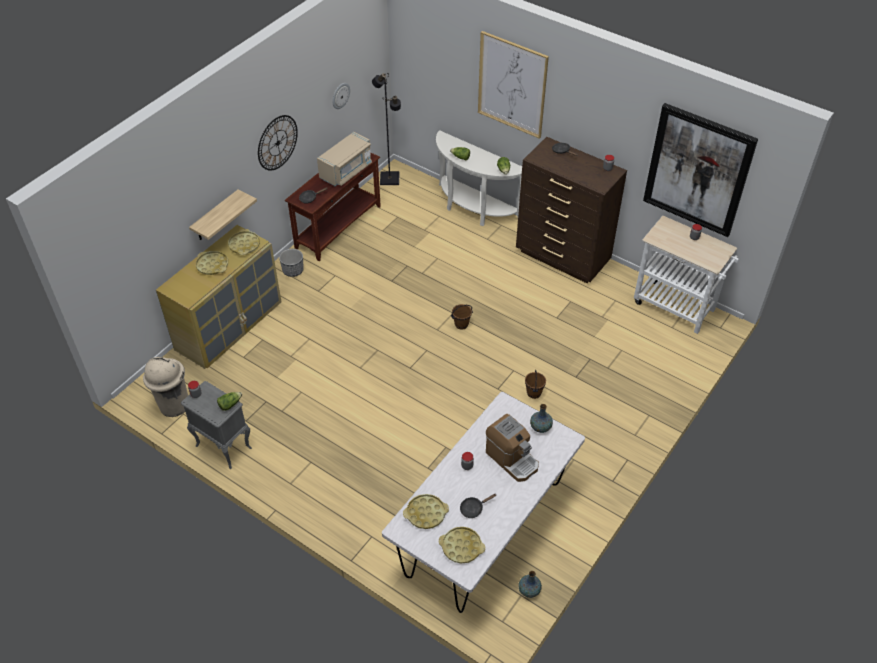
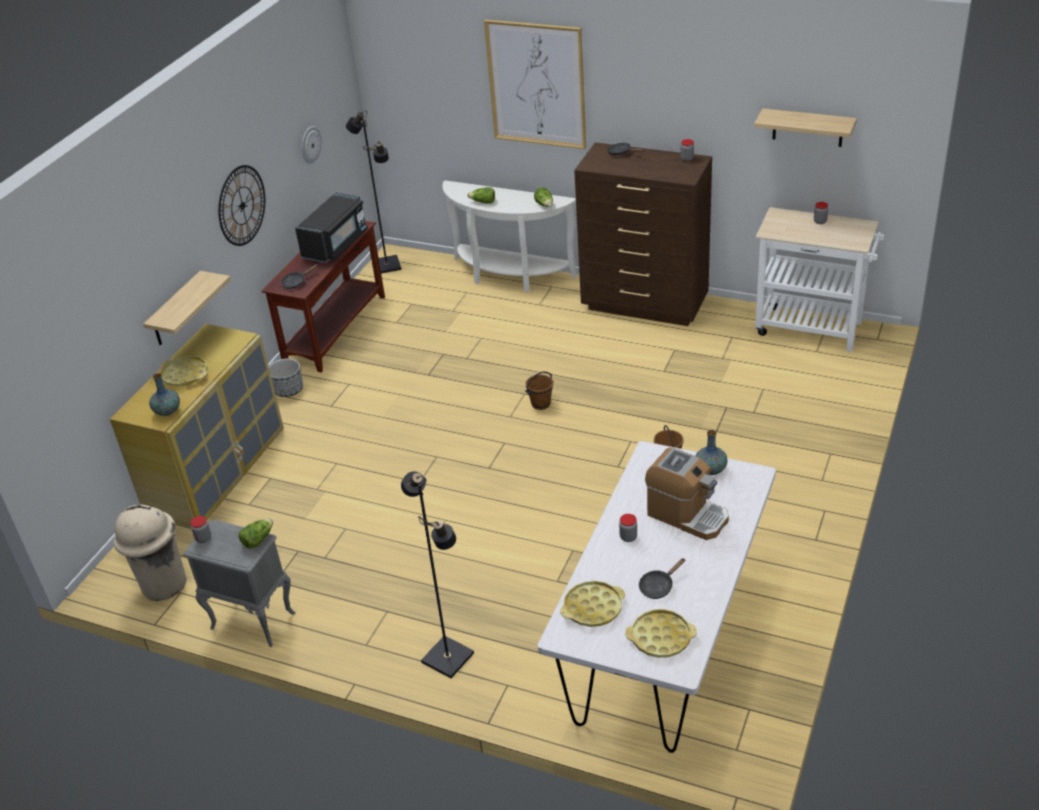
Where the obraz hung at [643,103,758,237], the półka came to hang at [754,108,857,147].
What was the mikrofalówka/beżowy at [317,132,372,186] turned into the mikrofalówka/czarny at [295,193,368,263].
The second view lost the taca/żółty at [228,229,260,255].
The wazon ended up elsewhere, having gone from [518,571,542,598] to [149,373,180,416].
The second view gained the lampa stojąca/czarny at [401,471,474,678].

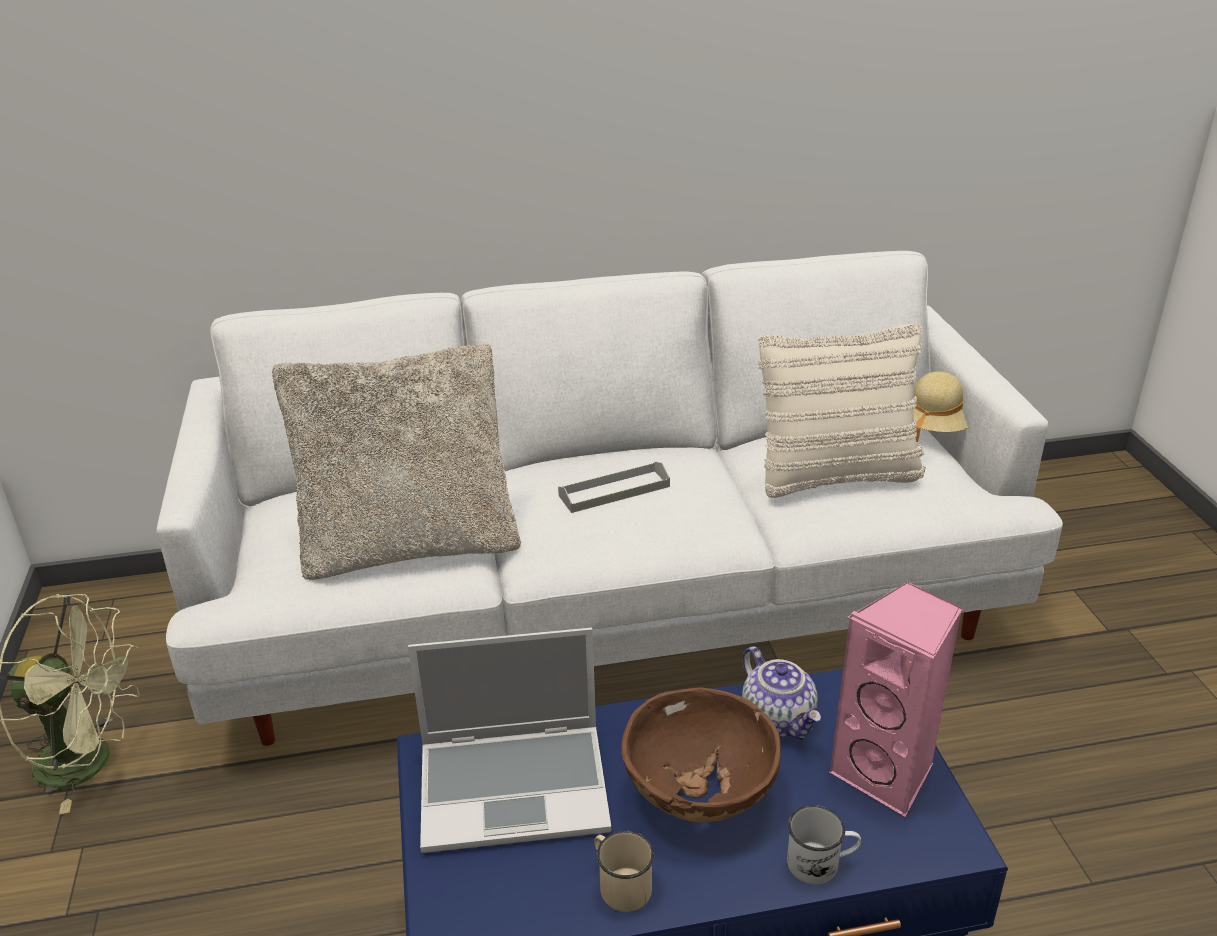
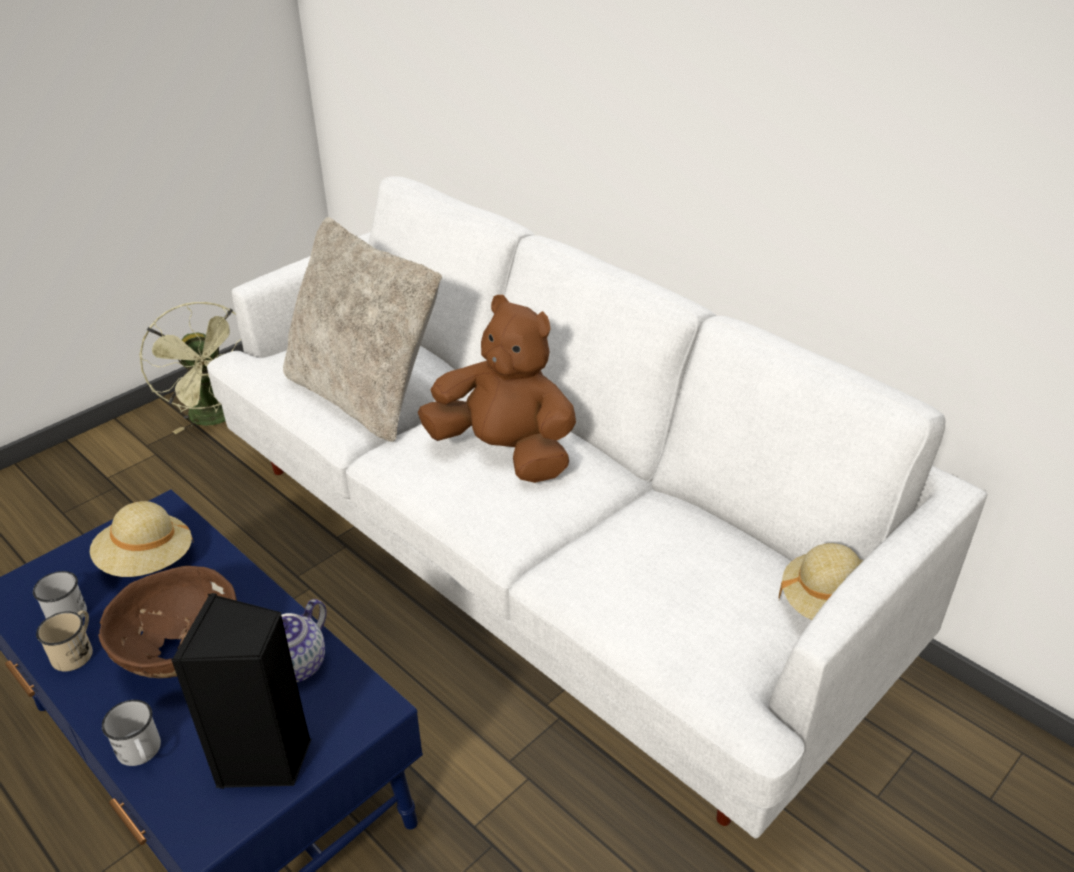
The second view lost the poduszka/beżowy at [758,323,926,498].
Where the taca/szary stood at [558,462,670,513], the pluszak/brązowy came to stand at [418,295,576,483].
What was the głośnik/różowy at [829,582,962,817] turned into the głośnik/czarny at [171,593,311,789].
Where the laptop stood at [408,628,611,853], the kapelusz/beżowy came to stand at [90,501,194,577].
The second view gained the kubek/biały at [33,571,87,619].

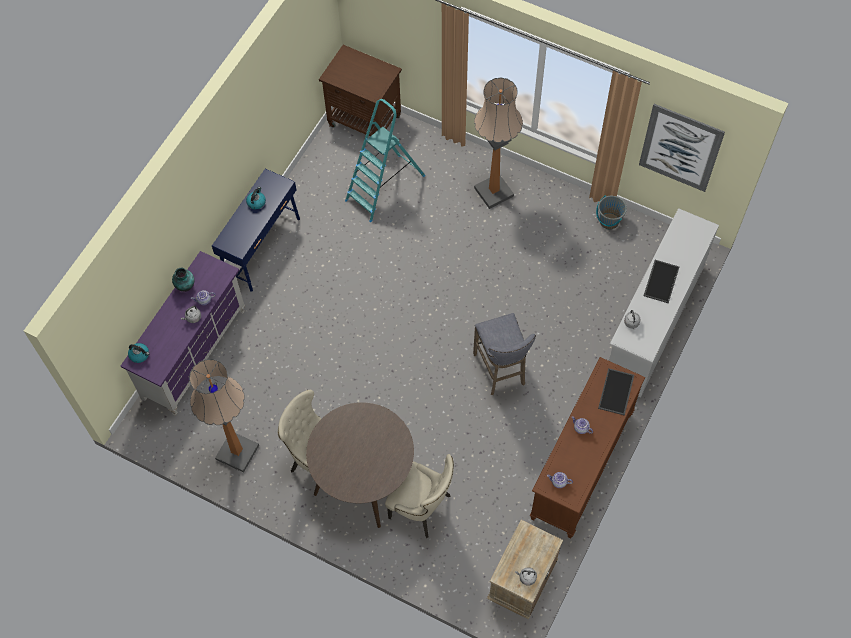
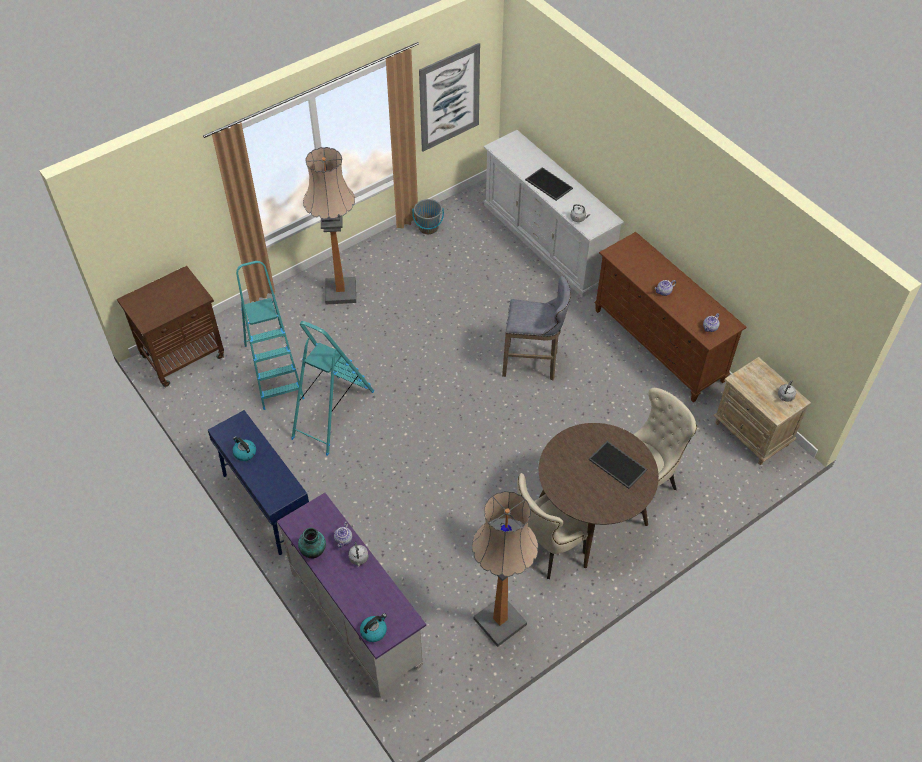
The taca ended up elsewhere, having gone from [598,368,634,416] to [589,441,647,489].
The second view gained the drabinka/turkusowy at [291,321,374,456].

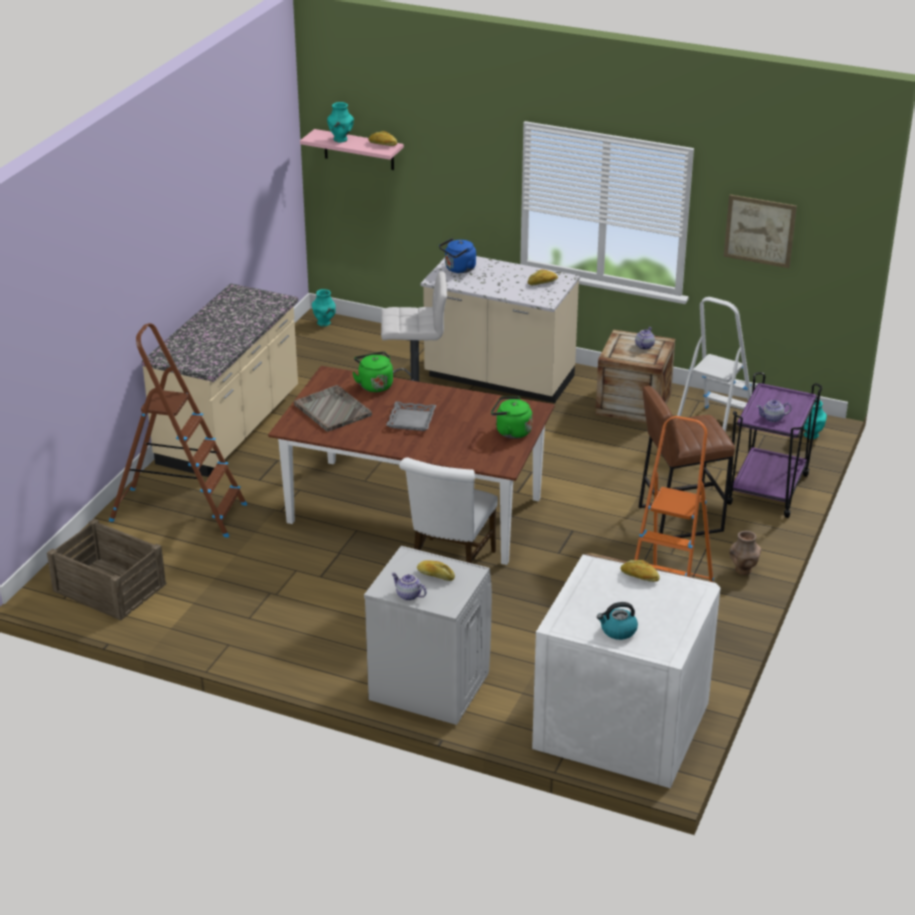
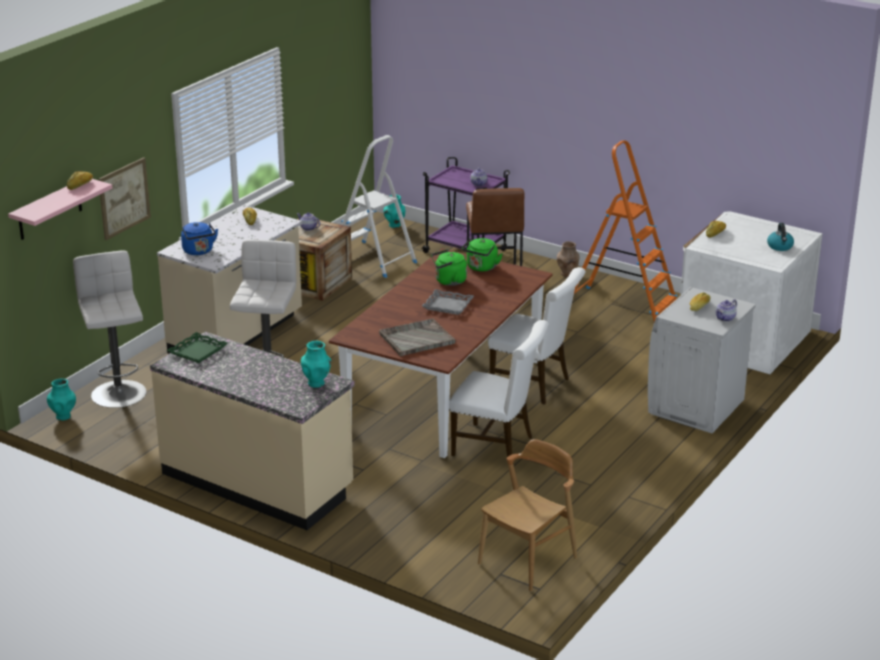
The wazon/turkusowy ended up elsewhere, having gone from [327,102,354,143] to [301,341,331,388].
The obraz ended up elsewhere, having gone from [723,194,797,268] to [98,157,151,240].
The second view lost the drabinka/brązowy at [109,323,247,537].
The czajnik/zielony ended up elsewhere, having gone from [352,351,393,392] to [431,249,467,286].
Where the skrzynka stood at [47,519,166,620], the krzesło/brązowy came to stand at [478,439,577,592].
The second view gained the stołek/biały at [73,250,147,408].
The second view gained the krzesło/biały at [449,320,549,457].
The second view gained the taca/zielony at [167,332,227,363].

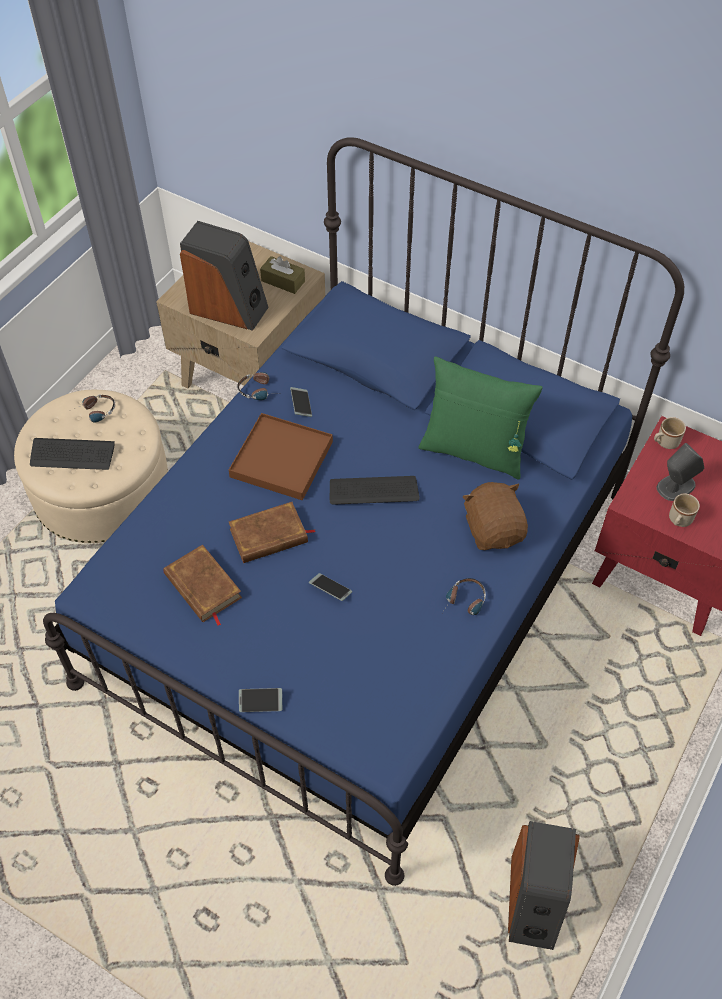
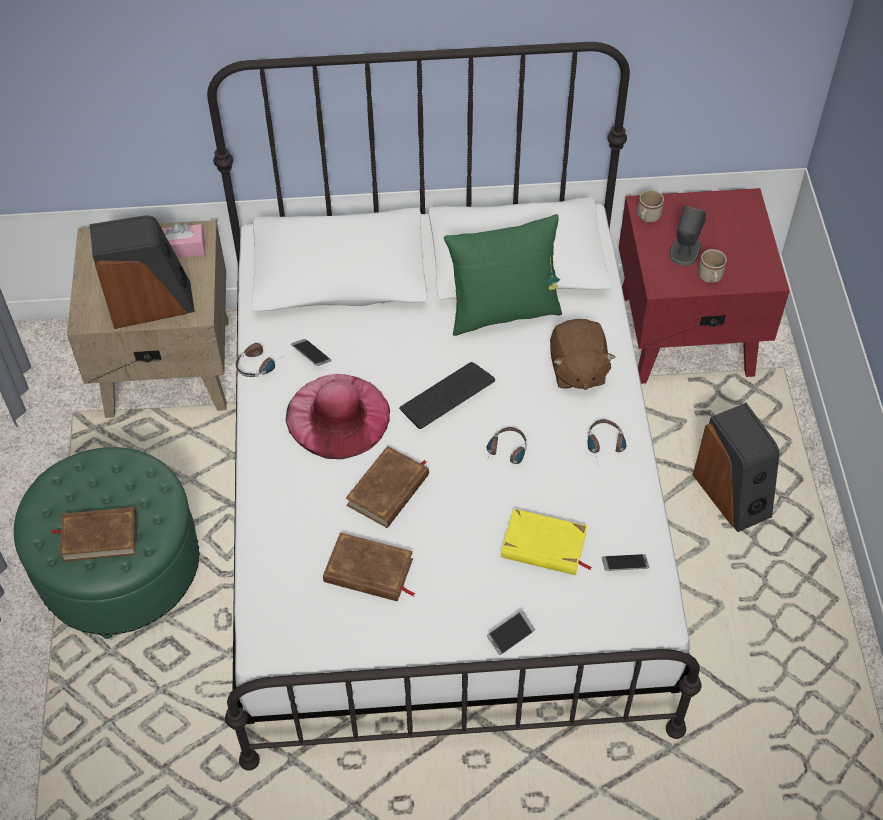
What was the łóżko/niebieski at [43,137,684,886] turned into the łóżko/biały at [207,42,701,771].
What was the pudełko chusteczek/brązowy at [260,256,305,294] turned into the pudełko chusteczek/różowy at [162,223,205,258].
What was the pufa/beżowy at [14,390,168,543] turned into the pufa/zielony at [14,447,200,639].
The słuchawki ended up elsewhere, having gone from [69,394,115,423] to [484,427,527,465].
Where the taca/brązowy stood at [229,413,333,500], the kapelusz/różowy came to stand at [286,374,390,459].
Where the klawiatura stood at [30,438,115,470], the książka/brązowy came to stand at [51,507,137,562].
The pluszak/brązowy at [463,482,528,550] ended up facing another way, 135 degrees counterclockwise from before.
The telefon ended up elsewhere, having gone from [309,573,352,601] to [602,554,649,571].
The głośnik ended up elsewhere, having gone from [508,821,580,950] to [693,403,780,532].
The second view gained the książka/żółty at [501,509,593,575].

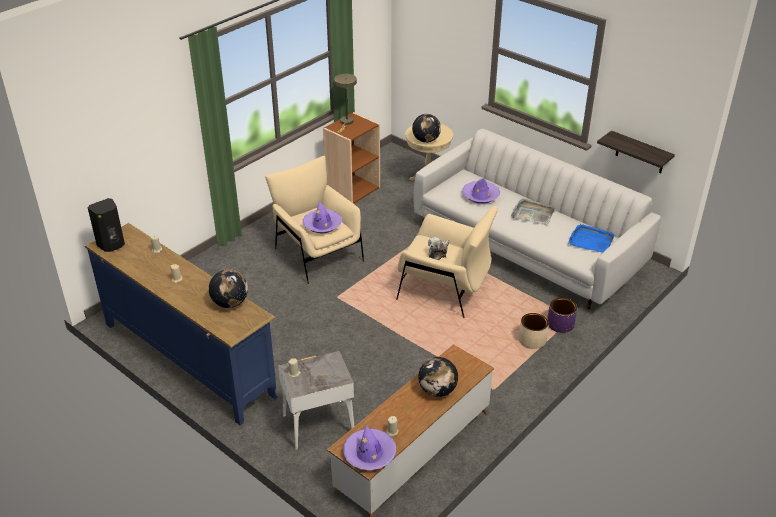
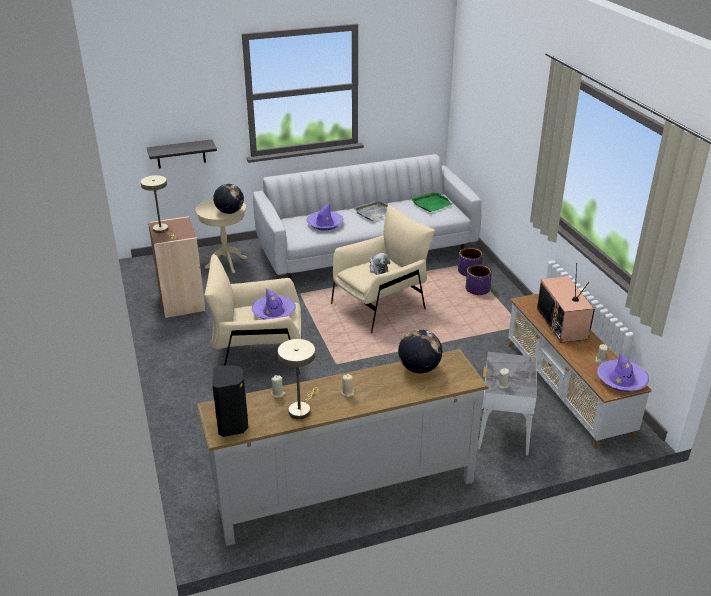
The półka ended up elsewhere, having gone from [597,131,675,173] to [147,139,217,168].
What was the szafka/niebieski at [85,223,278,425] turned into the szafka/szary at [196,349,489,546].
What was the taca/niebieski at [568,224,615,253] turned into the taca/zielony at [412,192,453,212].
What was the donica/beżowy at [518,313,549,349] turned into the donica/fioletowy at [466,265,492,295].
Where the globus stood at [418,357,458,397], the telewizor came to stand at [537,263,595,343].
The second view gained the lampa stołowa/beżowy at [278,339,319,419].

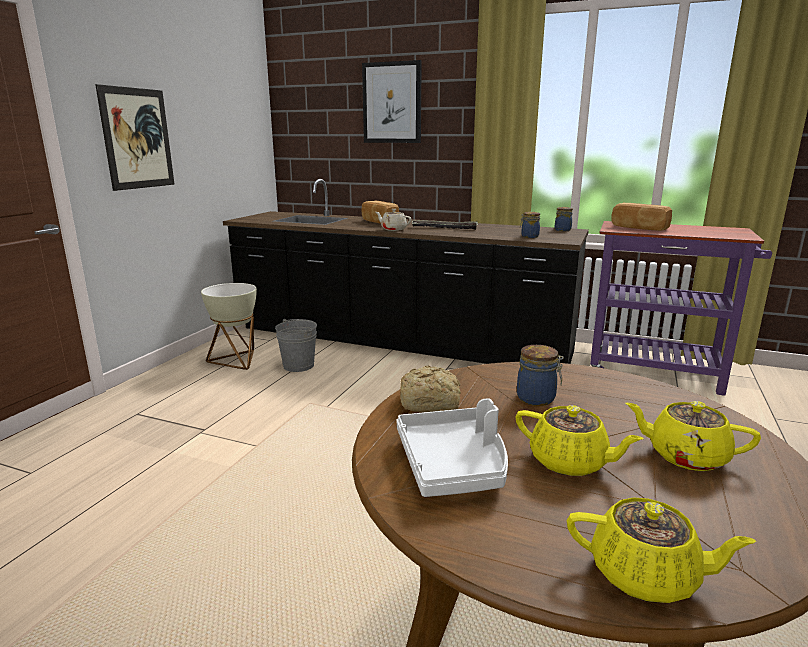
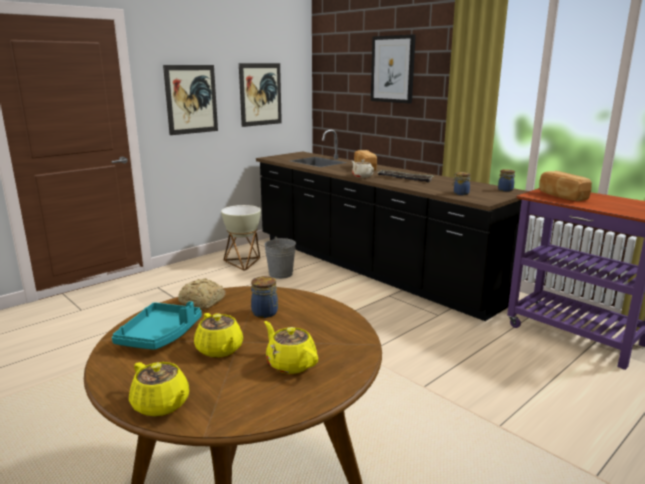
What was the taca/biały at [396,398,508,497] turned into the taca/turkusowy at [112,301,202,350].
The second view gained the obraz at [239,63,282,127].

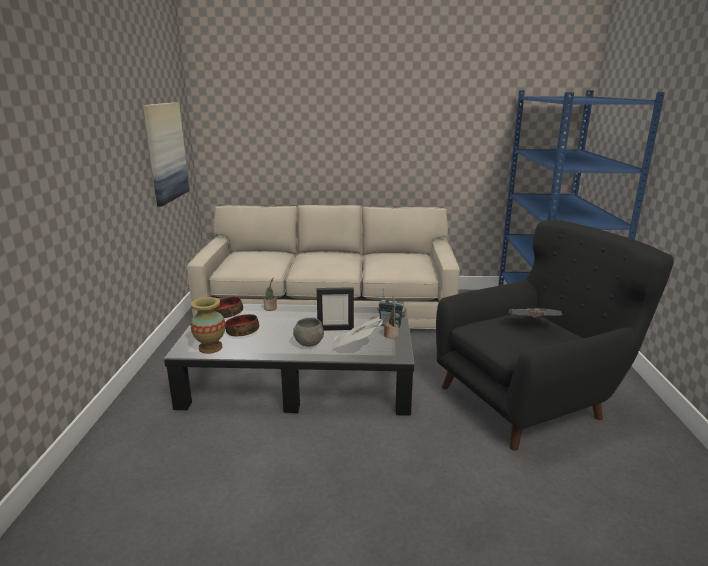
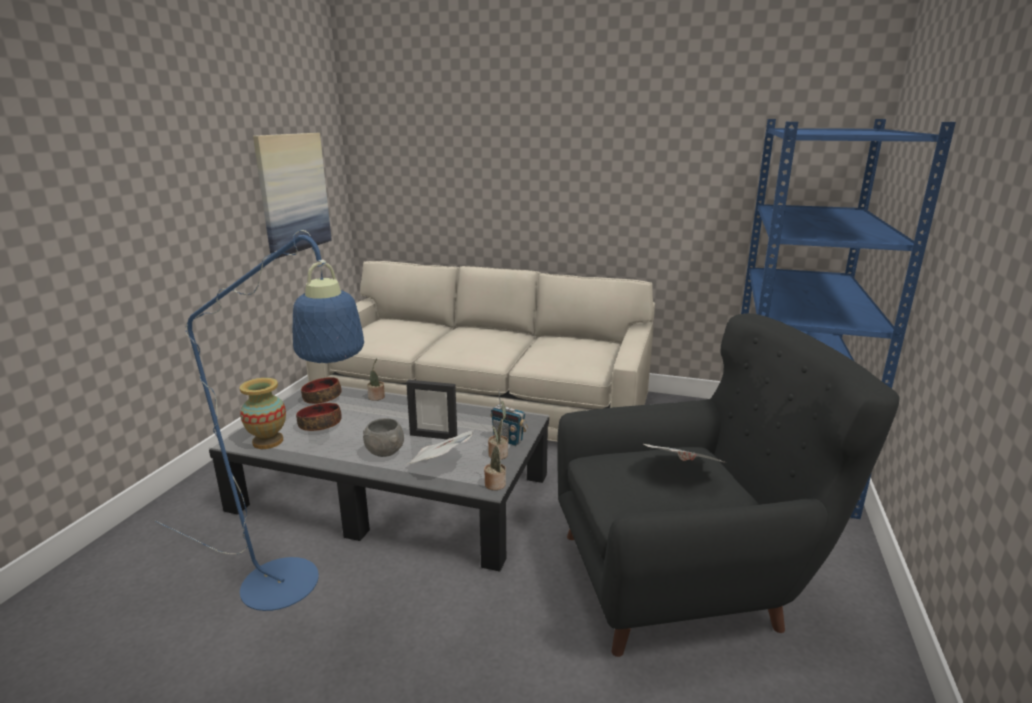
The second view gained the lampa stojąca/niebieski at [155,230,364,611].
The second view gained the roślina doniczkowa at [484,426,506,490].

